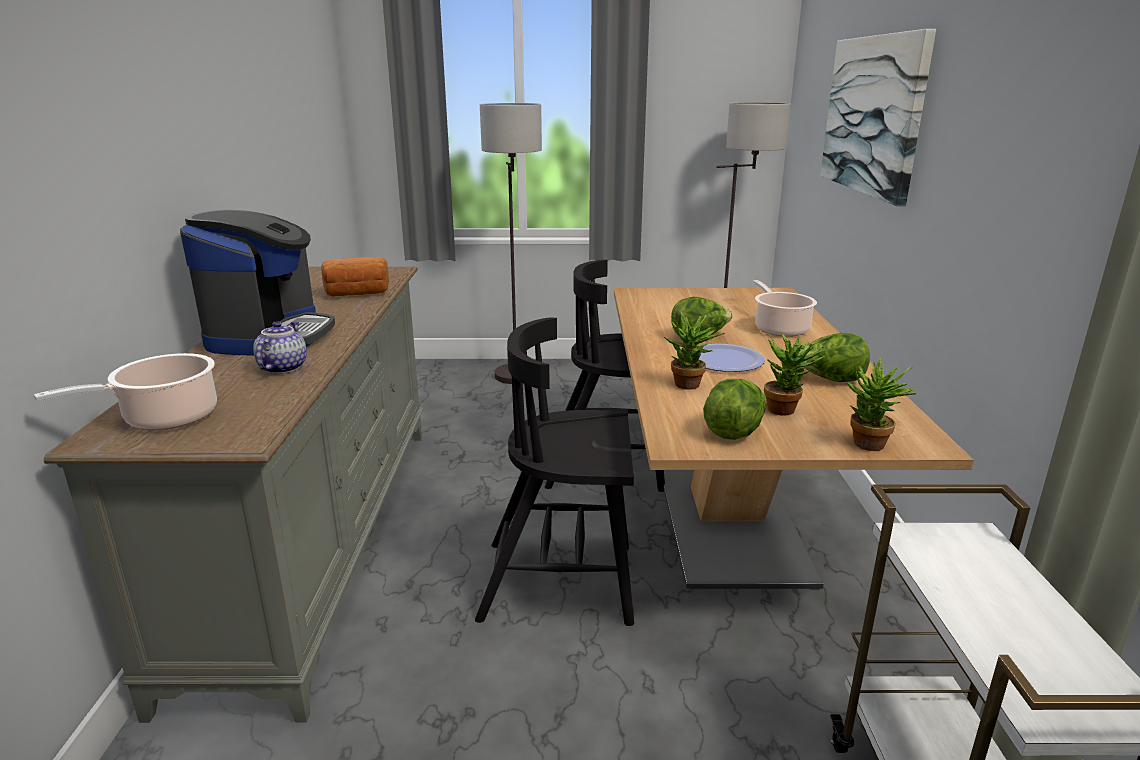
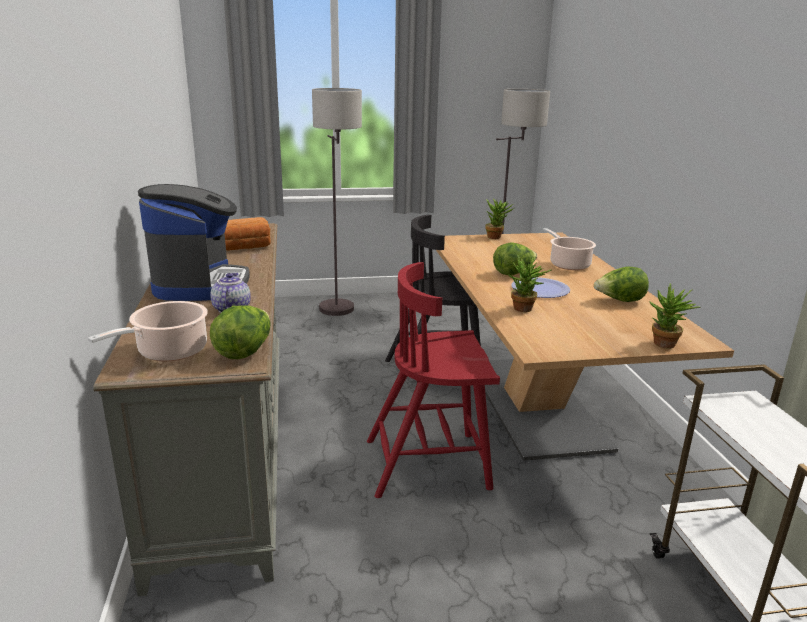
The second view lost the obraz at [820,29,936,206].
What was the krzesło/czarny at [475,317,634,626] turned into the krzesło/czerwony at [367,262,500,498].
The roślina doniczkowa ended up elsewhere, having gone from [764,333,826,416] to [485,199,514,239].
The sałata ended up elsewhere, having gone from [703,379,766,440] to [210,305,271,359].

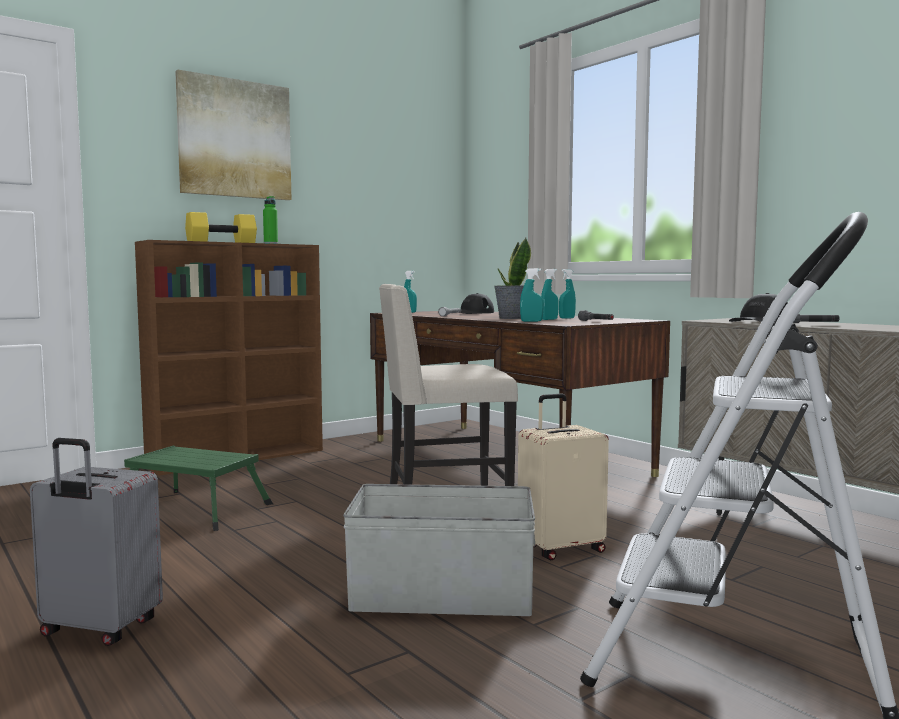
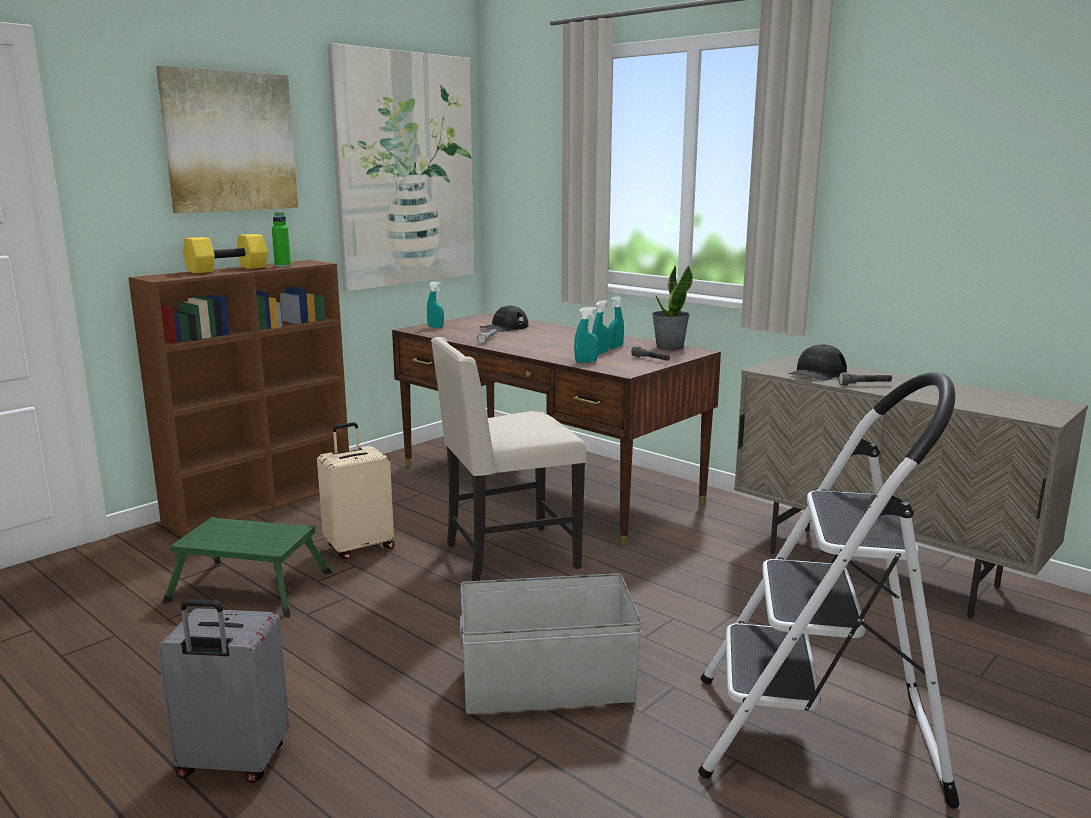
The roślina doniczkowa ended up elsewhere, having gone from [494,238,531,319] to [652,265,693,350].
The walizka/beżowy ended up elsewhere, having gone from [518,394,609,560] to [317,422,394,560].
The second view gained the obraz at [327,43,475,291].

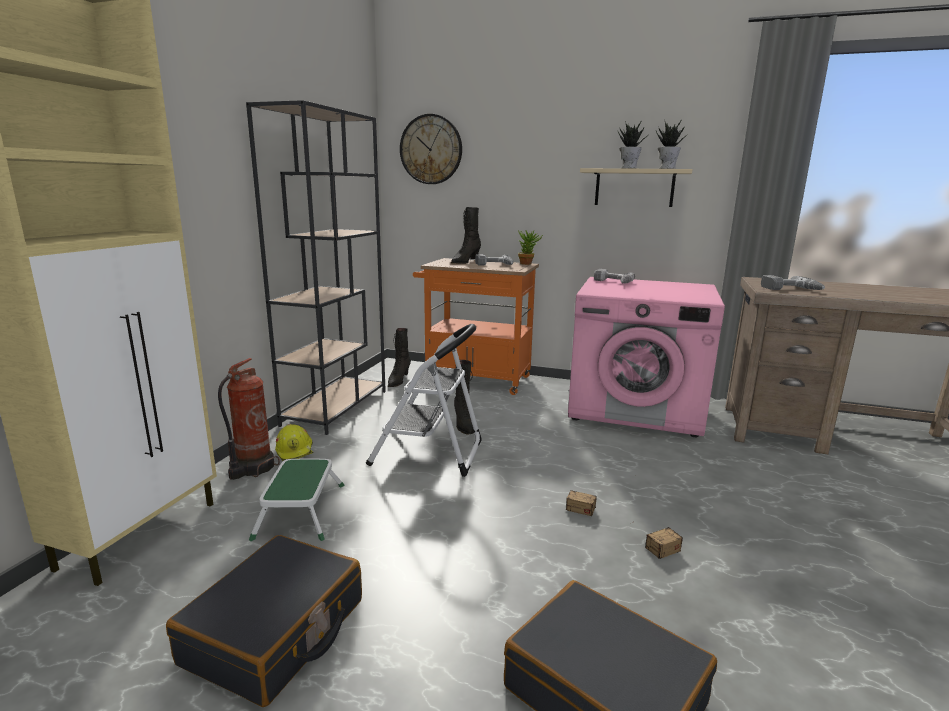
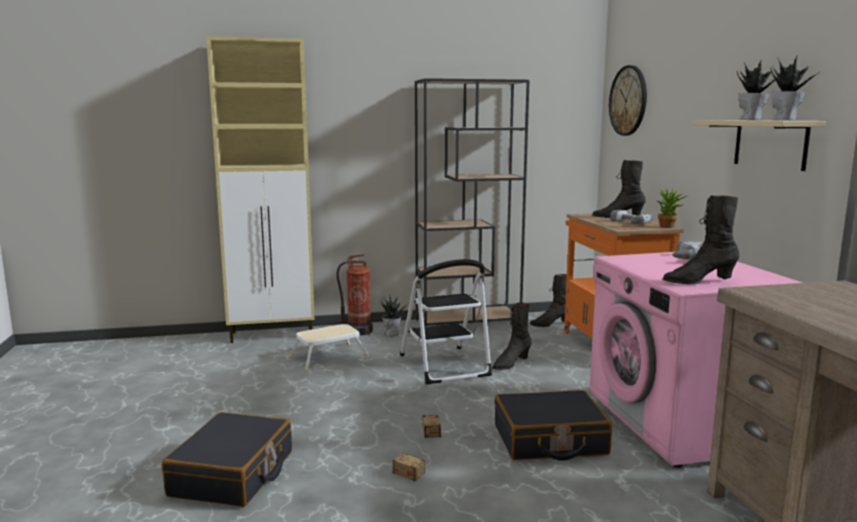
The second view lost the wiertarka at [761,275,825,290].
Where the kask/żółty stood at [275,424,314,461], the roślina doniczkowa came to stand at [380,295,408,336].
What was the drabinka/zielony at [249,459,345,541] turned into the drabinka/beżowy at [289,324,369,370].
The walizka/czarny ended up elsewhere, having gone from [166,535,362,707] to [494,390,612,461].
The second view gained the but z cholewką/czarny at [662,195,739,284].

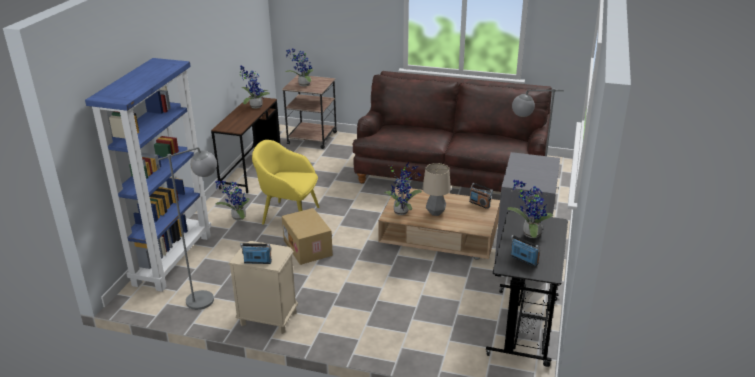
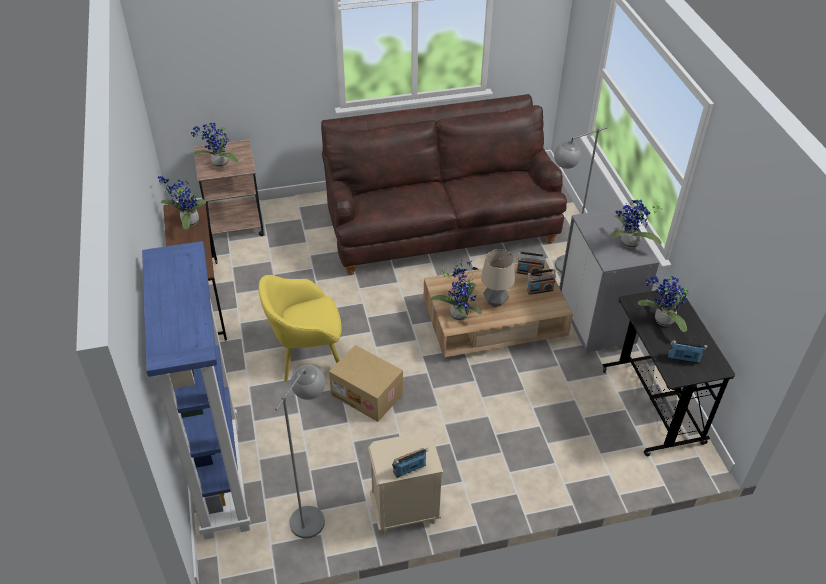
The roślina doniczkowa ended up elsewhere, having gone from [215,181,250,220] to [611,199,662,248].
The second view gained the radio at [527,269,556,295].

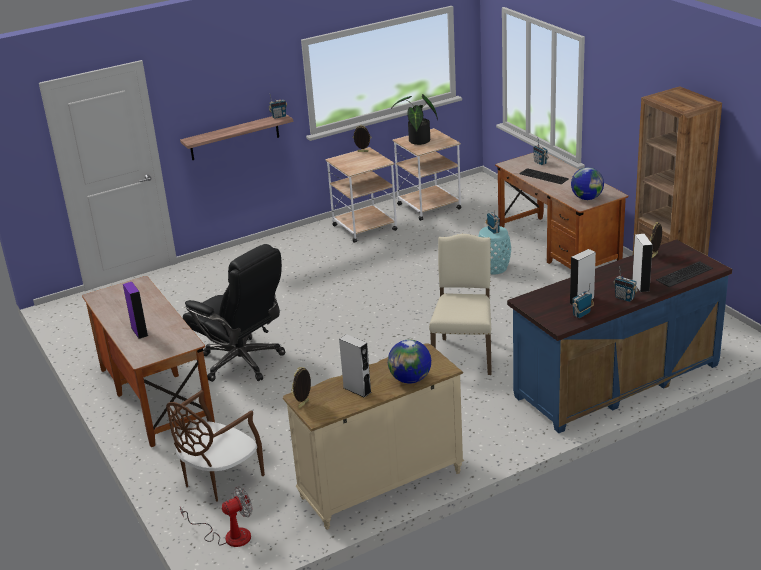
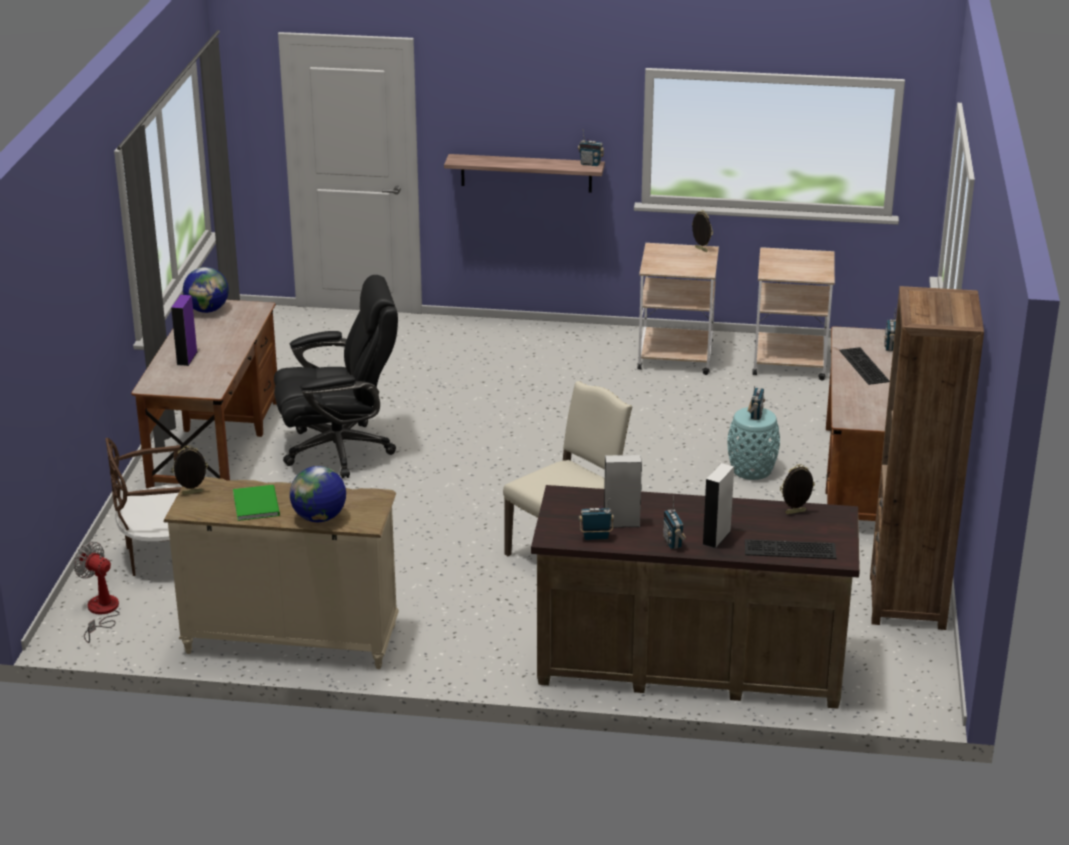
The second view lost the roślina doniczkowa at [391,94,438,145].
The globus ended up elsewhere, having gone from [571,167,604,200] to [183,267,229,313].
What was the szafka/niebieski at [507,239,732,433] turned into the szafka/beżowy at [531,485,860,709].
The krzesło biurowe/czarny at [183,244,285,382] ended up facing another way, 90 degrees counterclockwise from before.
Where the głośnik/szary stood at [339,334,371,398], the książka/zielony came to stand at [233,485,280,521].
The wentylator at [180,487,252,547] ended up facing another way, 150 degrees counterclockwise from before.

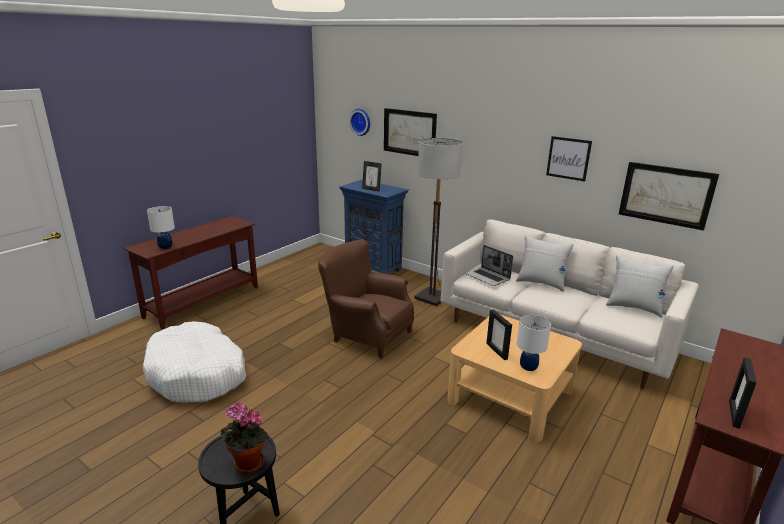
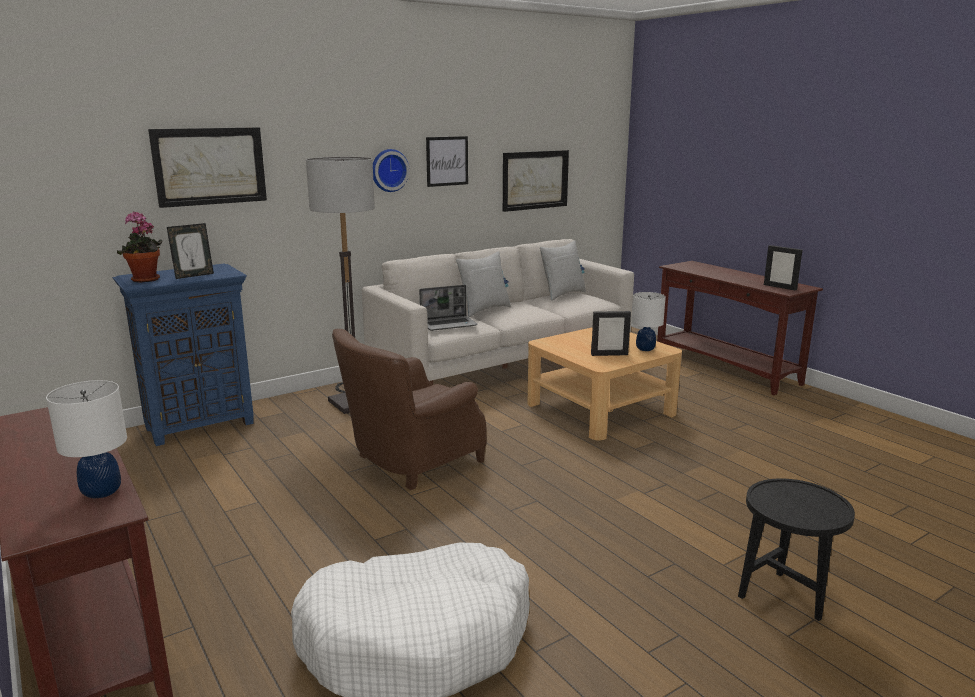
The zegar ścienny ended up elsewhere, having gone from [349,109,370,136] to [373,149,410,192].
The roślina doniczkowa ended up elsewhere, having gone from [220,402,269,473] to [117,212,162,283].

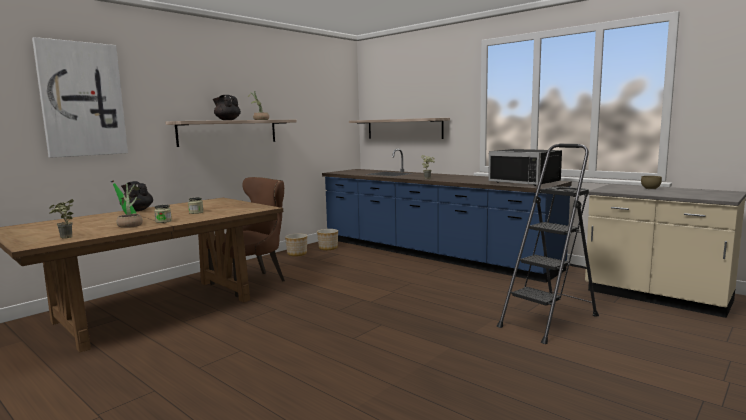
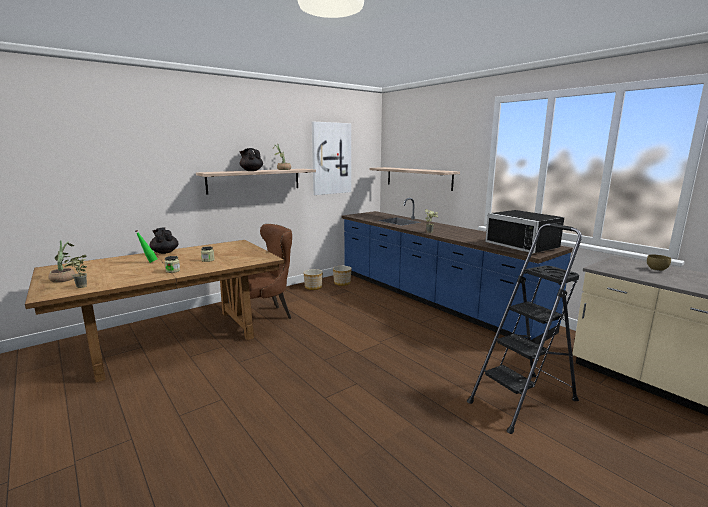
The obraz ended up elsewhere, having gone from [32,37,128,158] to [312,122,351,195].
The roślina doniczkowa ended up elsewhere, having gone from [116,183,143,228] to [49,240,75,283].

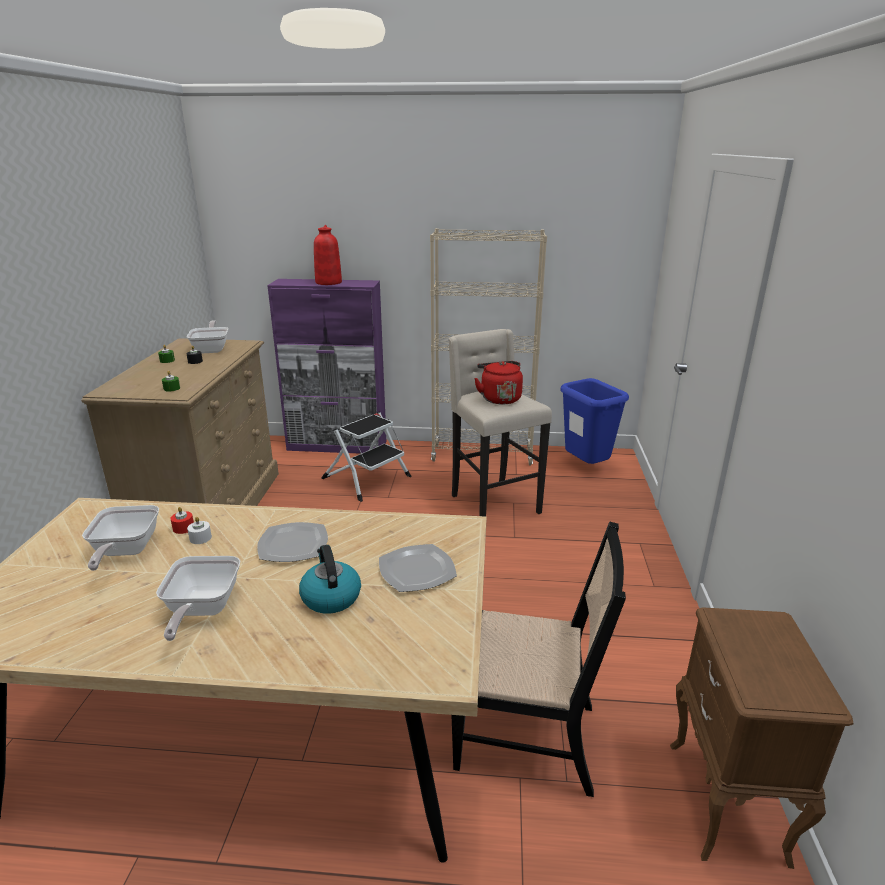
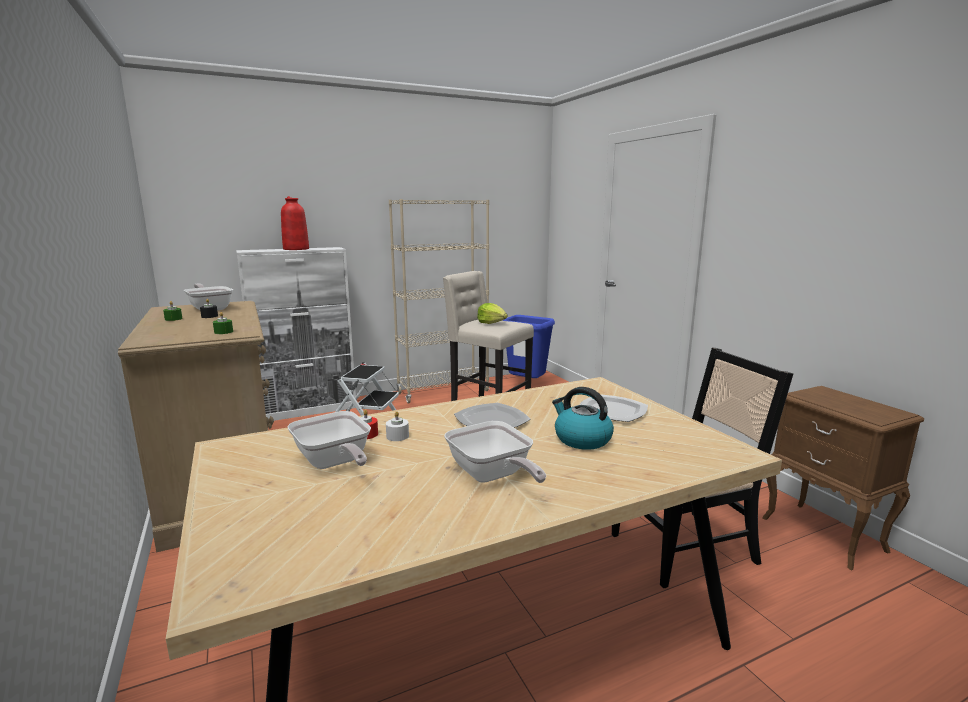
What was the szafka/fioletowy at [267,279,386,454] turned into the szafka/biały at [236,247,356,421].
Where the czajnik/czerwony stood at [474,361,523,405], the sałata came to stand at [477,303,507,324].

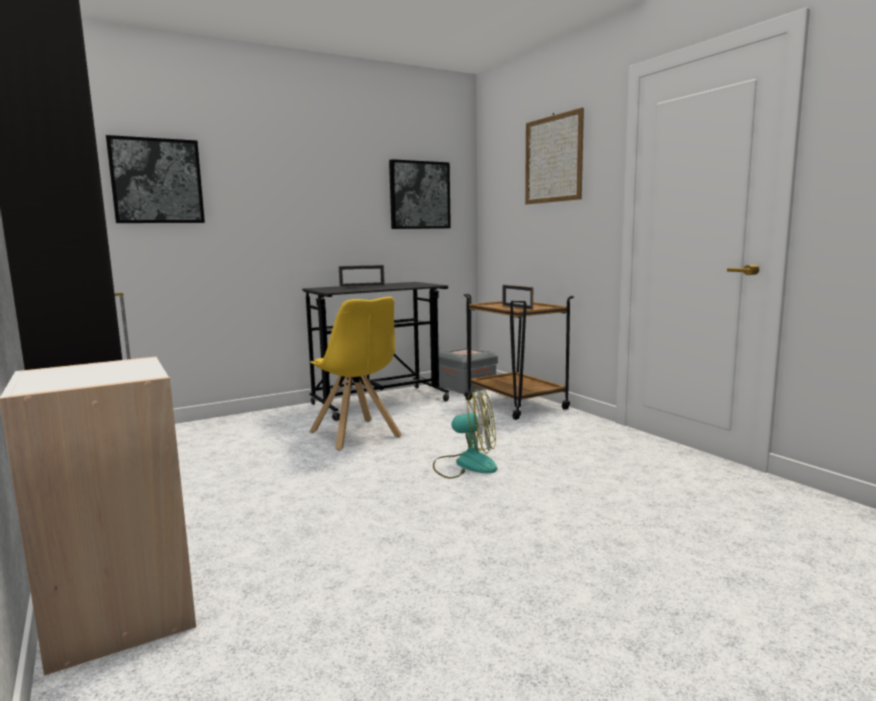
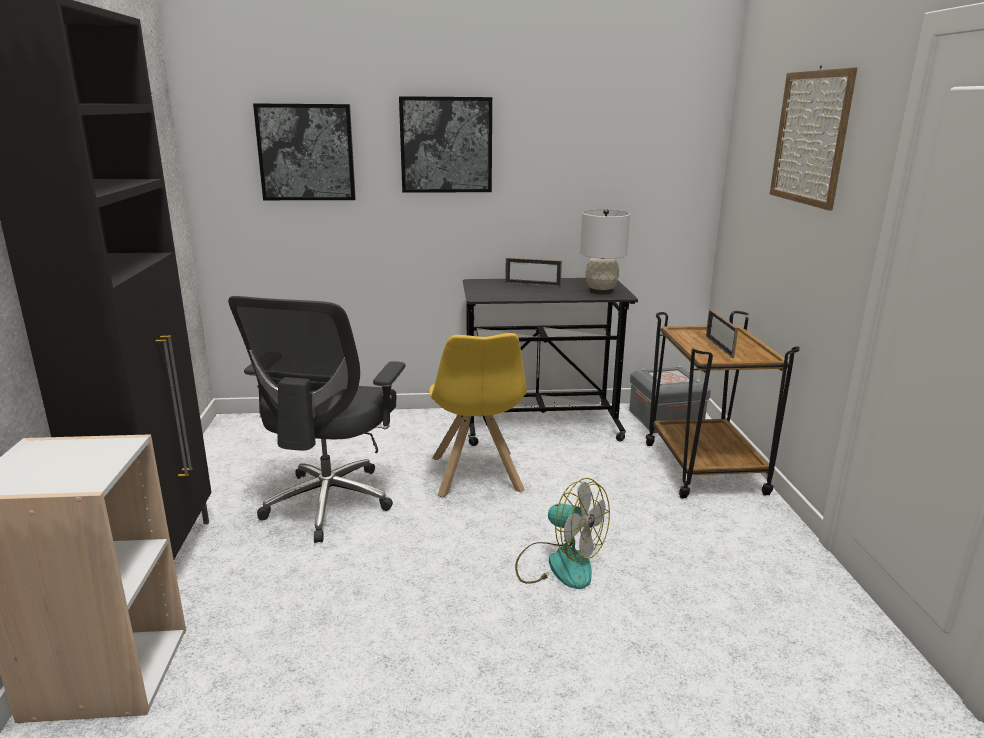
The obraz ended up elsewhere, having gone from [389,159,451,229] to [399,96,492,192].
The second view gained the lampa stołowa/biały at [580,209,630,295].
The second view gained the krzesło biurowe at [228,296,405,543].

